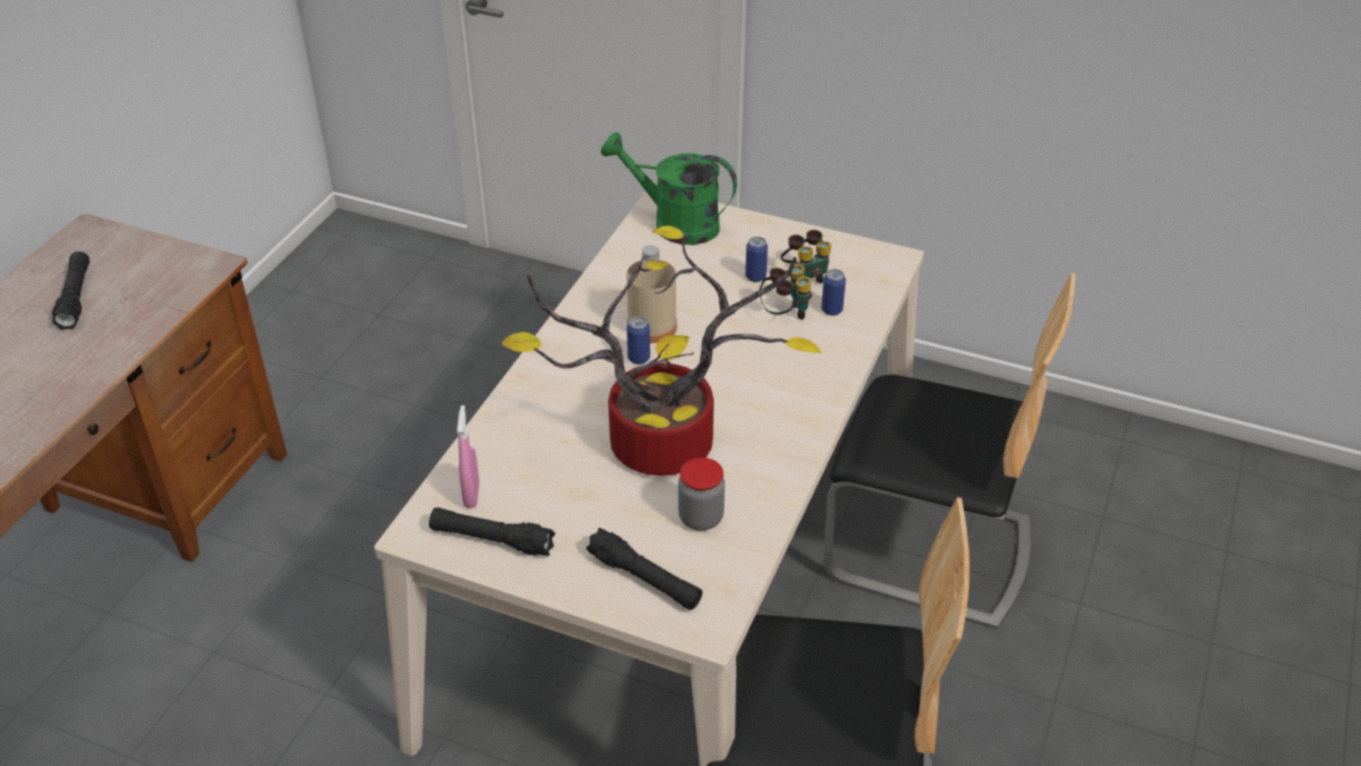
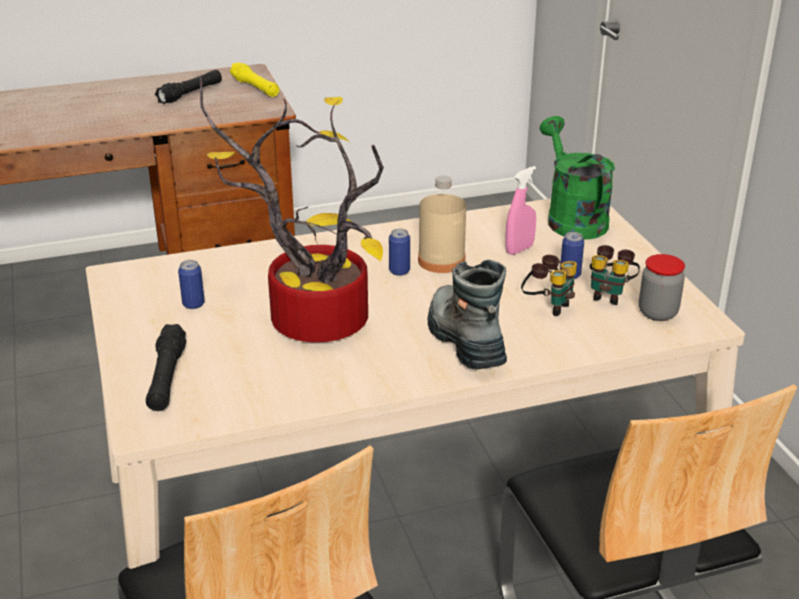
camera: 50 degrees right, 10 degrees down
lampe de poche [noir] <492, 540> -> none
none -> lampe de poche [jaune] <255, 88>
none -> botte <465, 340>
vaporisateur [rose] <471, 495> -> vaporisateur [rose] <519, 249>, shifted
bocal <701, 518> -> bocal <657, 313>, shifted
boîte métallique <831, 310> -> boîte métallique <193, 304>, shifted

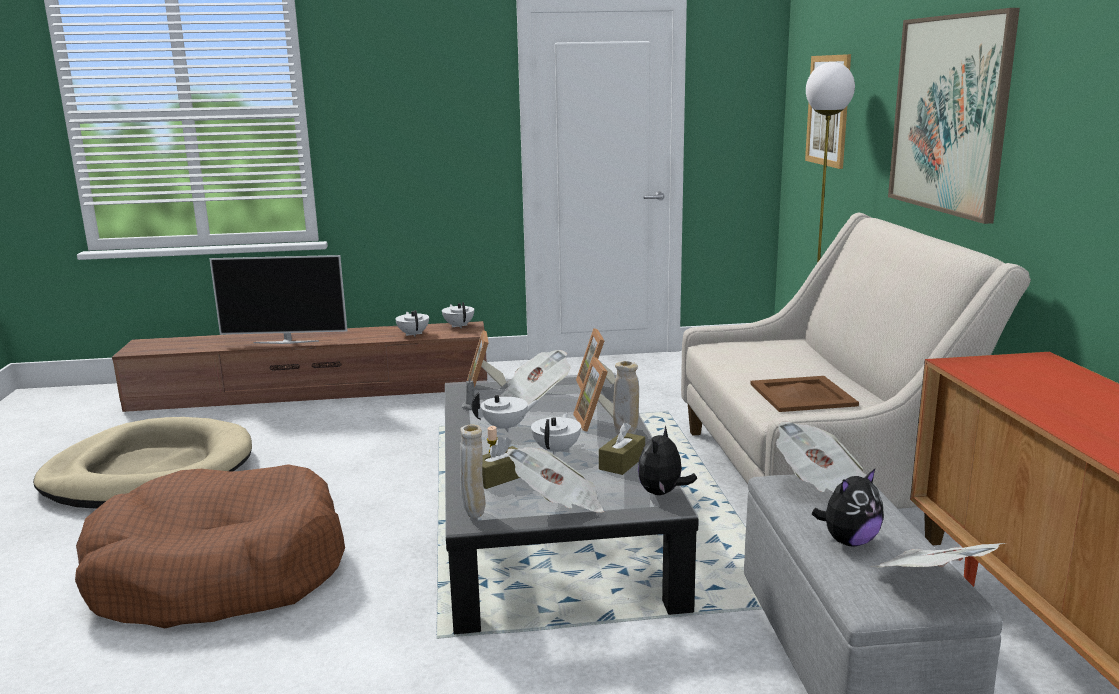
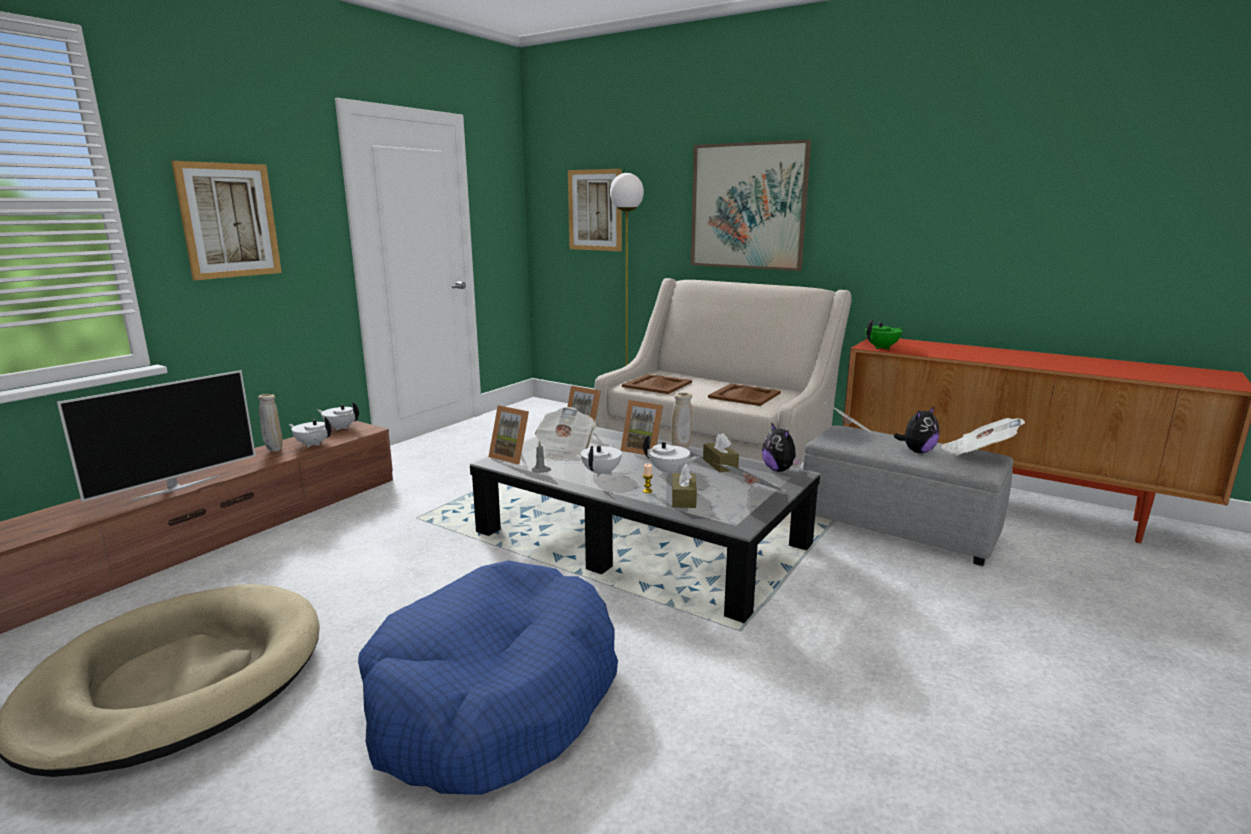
camera: 50 degrees left, 0 degrees up
none -> tableau <229, 220>
none -> plateau [marron] <657, 385>
none -> théière [vert] <882, 347>
vase [beige] <473, 514> -> vase [beige] <274, 450>, shifted
panier pour chien [marron] <219, 573> -> panier pour chien [bleu] <494, 698>
théière [blanc] <557, 450> -> théière [blanc] <669, 472>, 150 degrees clockwise
peluche <849, 541> -> peluche <917, 451>, 45 degrees clockwise

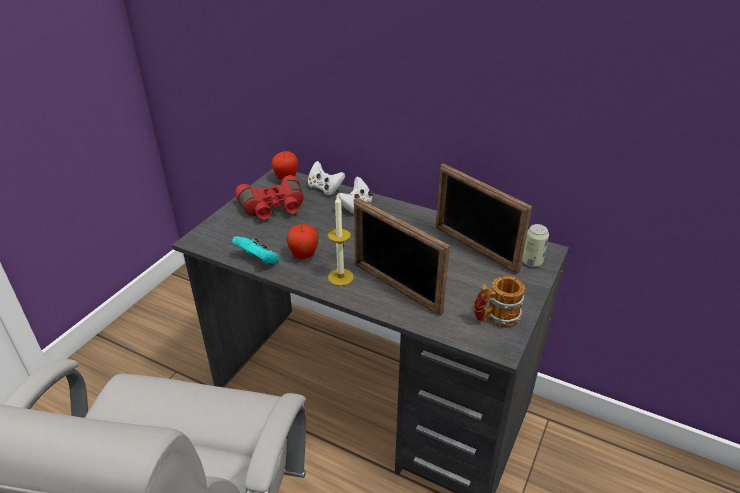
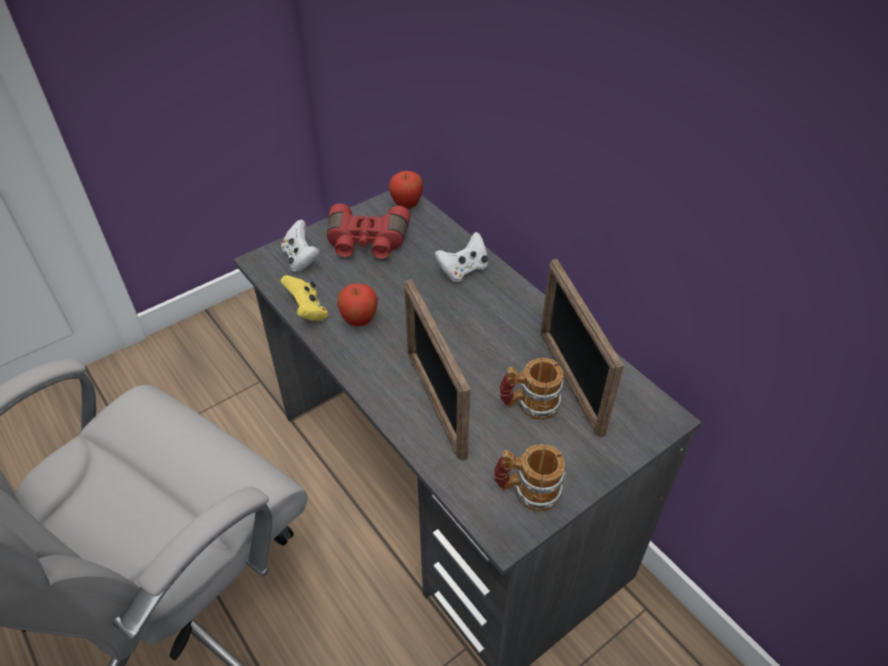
camera: 25 degrees right, 10 degrees up
bougie <340, 277> -> none
boîte métallique <532, 262> -> none
none -> mug <529, 404>
manette [blanc] <325, 188> -> manette [blanc] <301, 259>, shifted
manette [turquoise] <258, 260> -> manette [jaune] <307, 311>

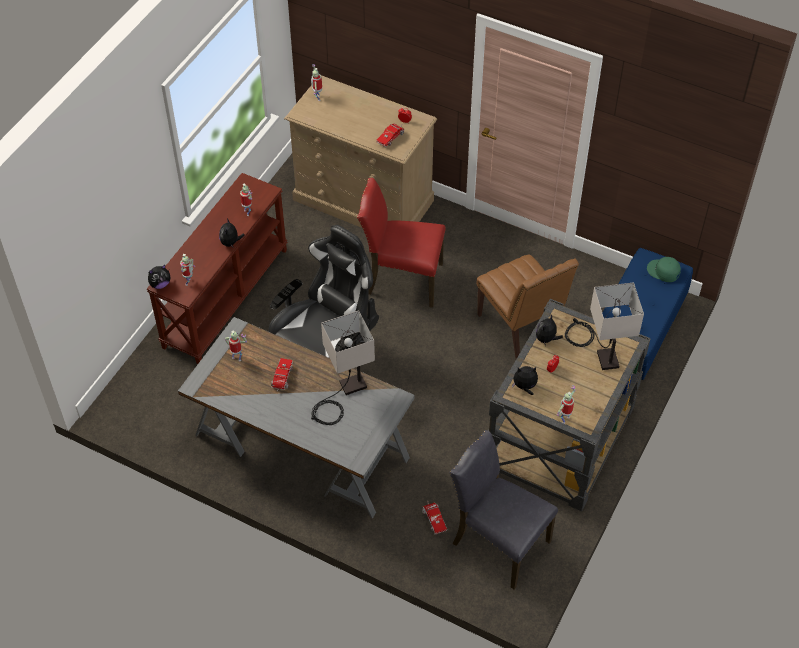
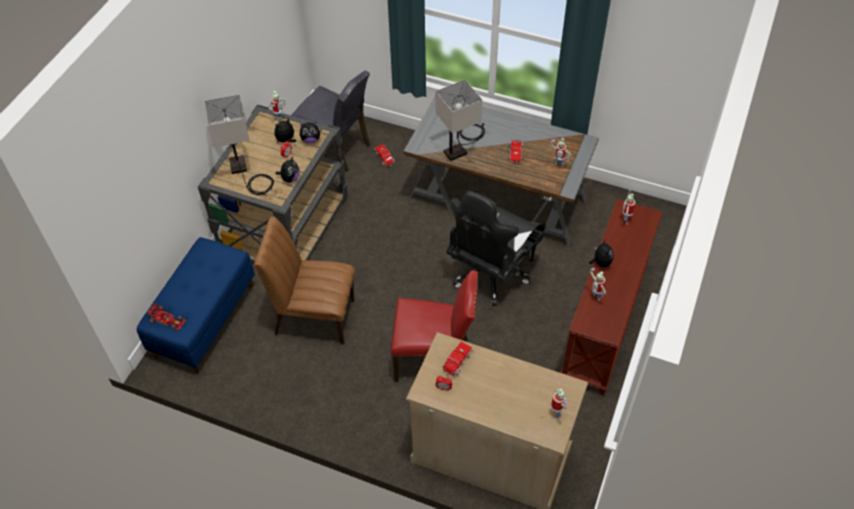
camera: 175 degrees right, 0 degrees up
peluche <160, 284> -> peluche <286, 140>, shifted
casquette [vert] <663, 271> -> petite voiture <167, 319>
chaise [marron] <519, 328> -> chaise [marron] <315, 317>, 45 degrees counterclockwise

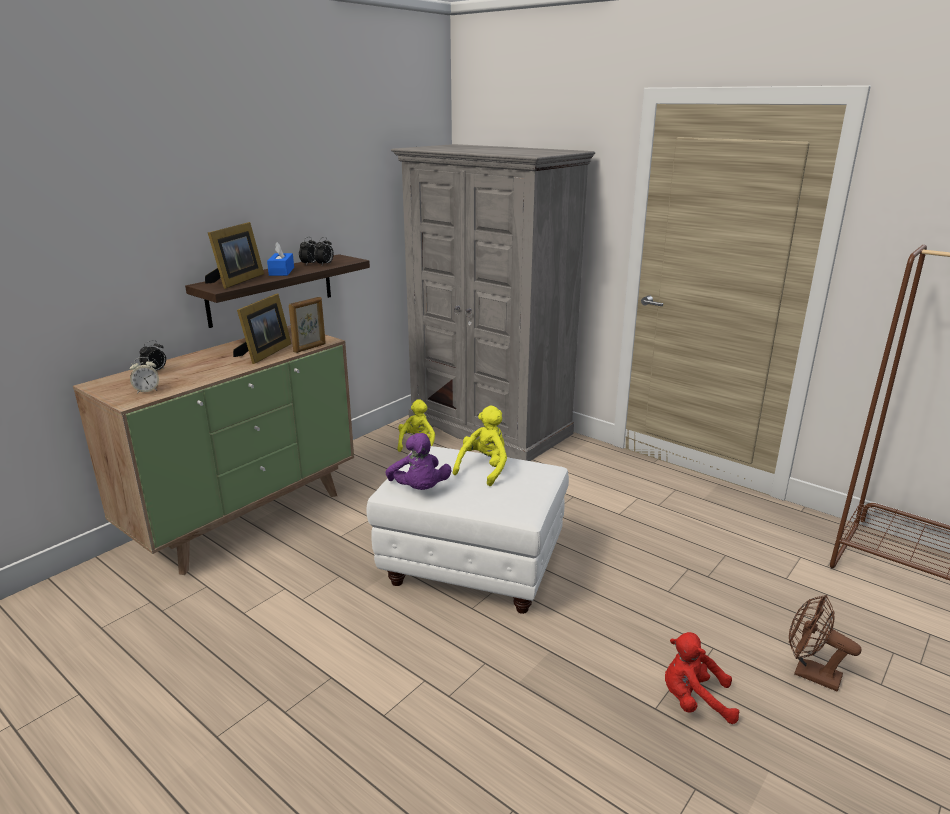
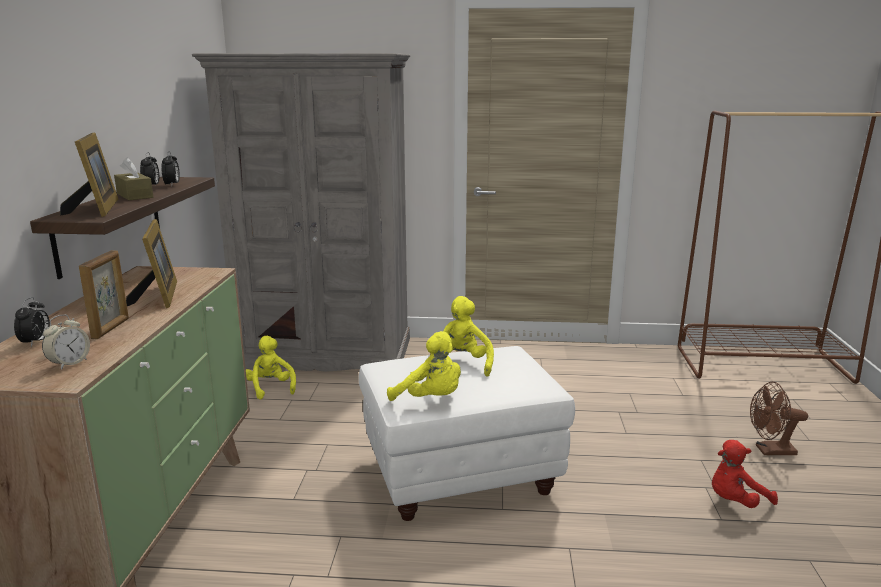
camera: 35 degrees left, 5 degrees down
cadre photo <310, 348> -> cadre photo <111, 328>, shifted
boîte à mouchoirs [bleu] <281, 271> -> boîte à mouchoirs [marron] <134, 195>
peluche [violet] <419, 490> -> peluche [jaune] <431, 399>

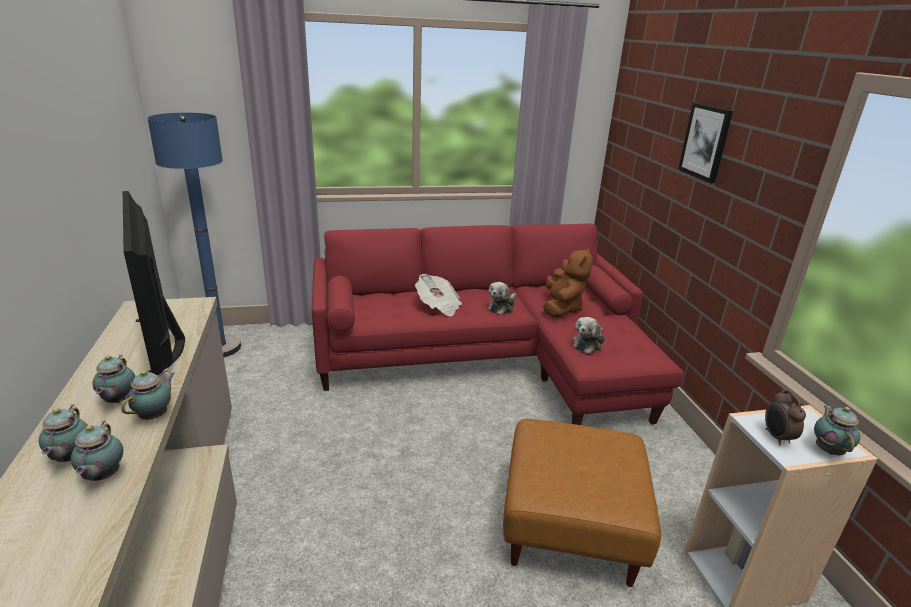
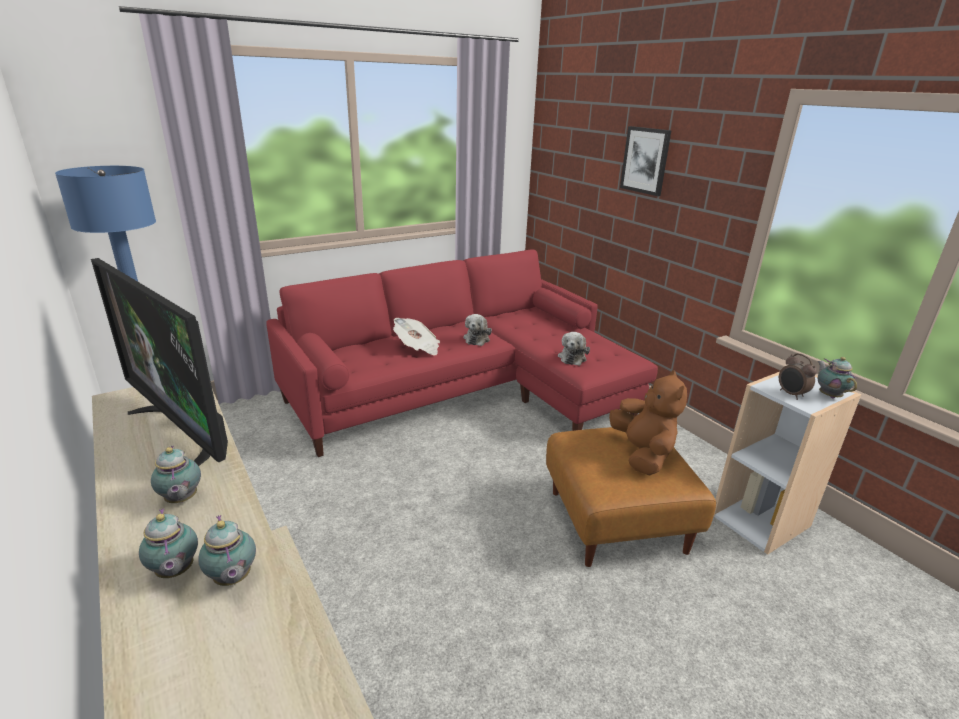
camera: 20 degrees left, 0 degrees up
théière <155, 415> -> none
peluche [marron] <561, 308> -> peluche [marron] <642, 454>, shifted

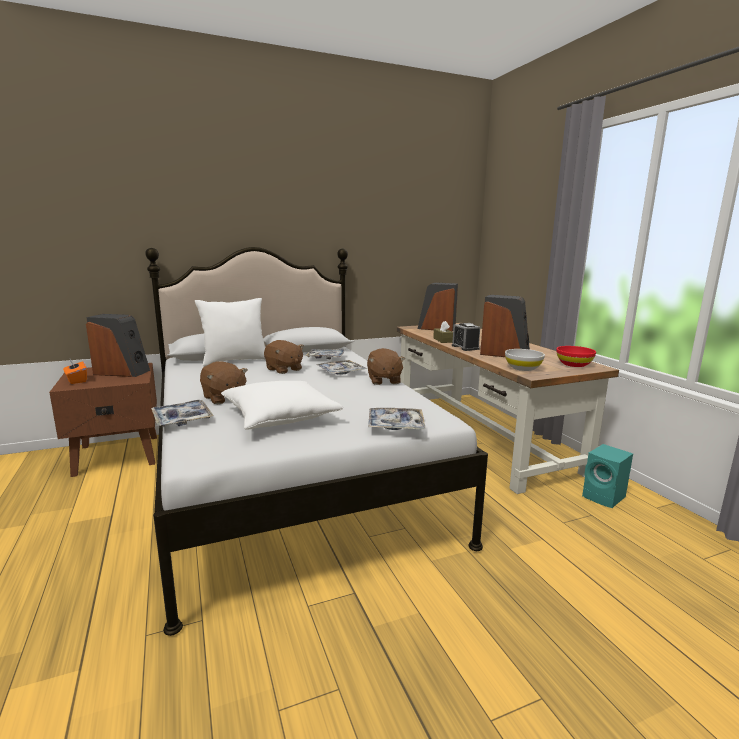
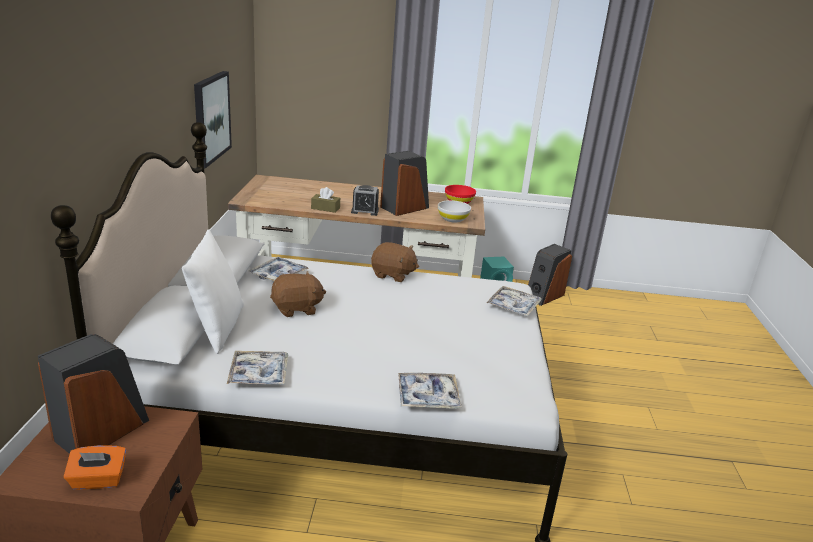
camera: 65 degrees left, 10 degrees up
peluche [marron] <223, 398> -> none
coussin [blanc] <280, 417> -> none
none -> tableau <211, 118>
plateau <341, 372> -> plateau <258, 374>, shifted
enceinte <436, 328> -> enceinte <544, 296>, shifted

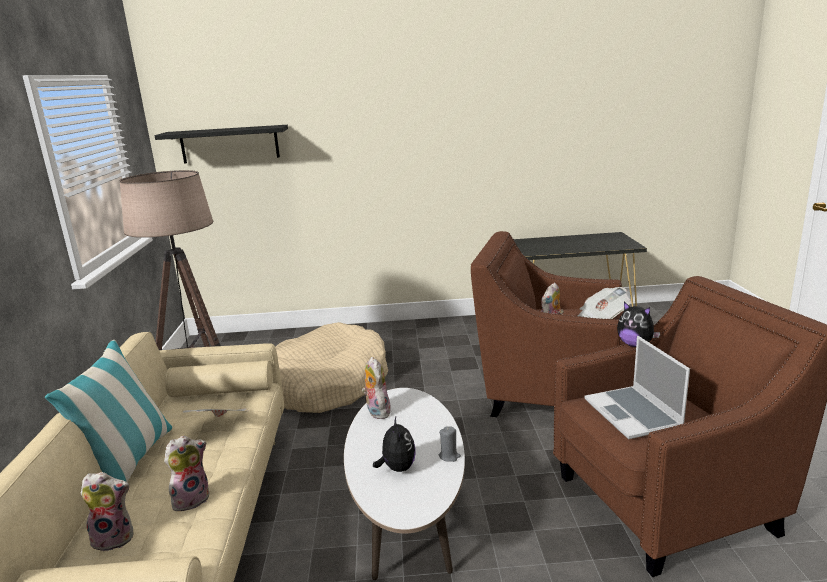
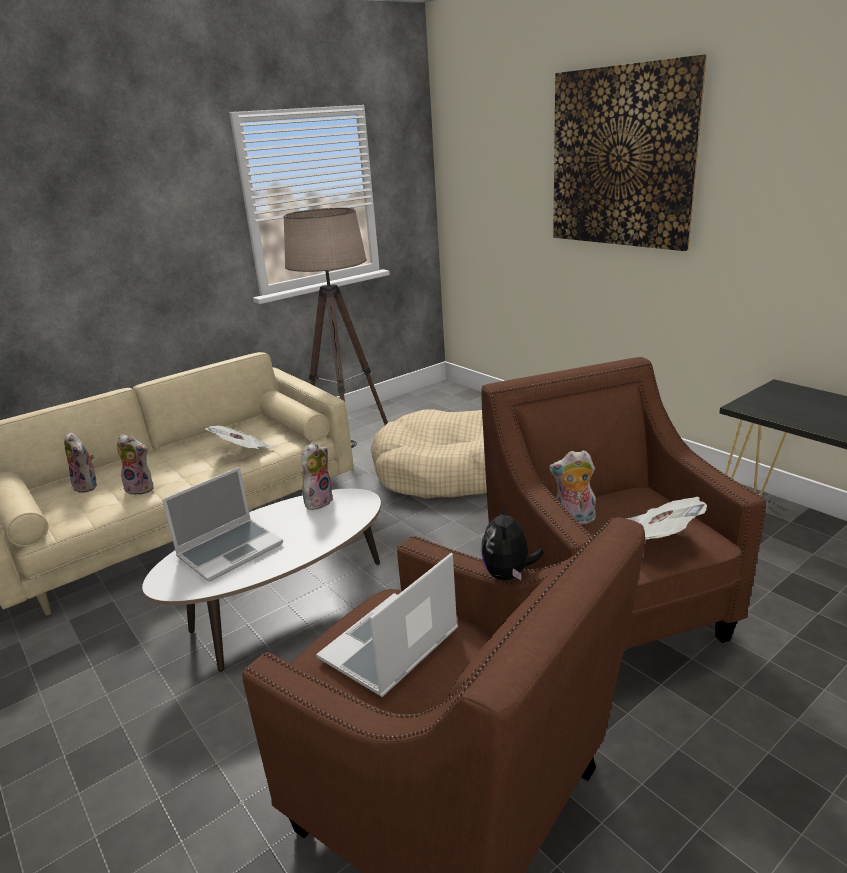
camera: 55 degrees right, 5 degrees up
coussin <130, 460> -> none
étagère [noir] <229, 144> -> none
bougie [gris] <449, 456> -> none
none -> tableau <621, 158>
peluche <397, 468> -> ordinateur portable <230, 550>

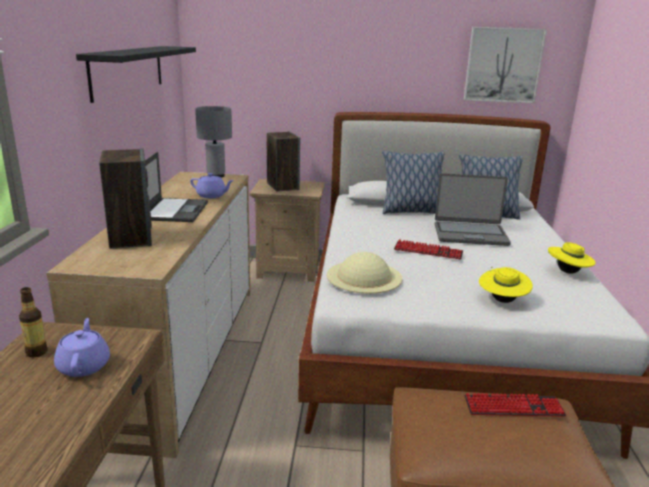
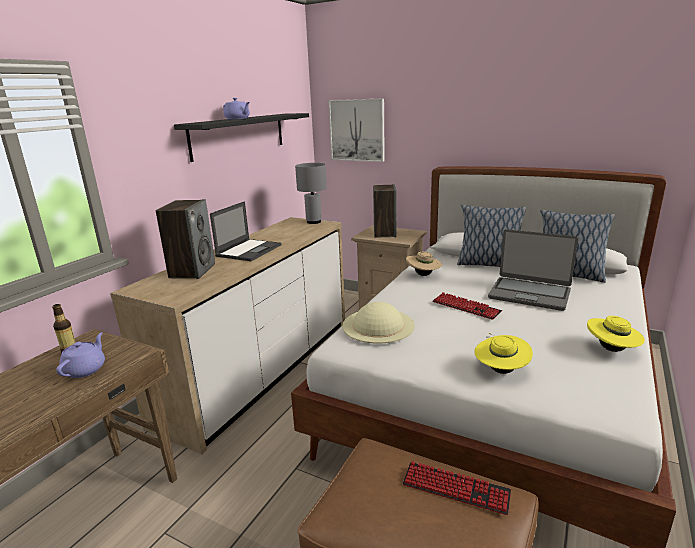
camera: 25 degrees right, 0 degrees up
none -> chapeau [beige] <423, 275>
théière [violet] <212, 196> -> théière [violet] <237, 119>, shifted
tableau <503, 65> -> tableau <357, 130>, shifted

